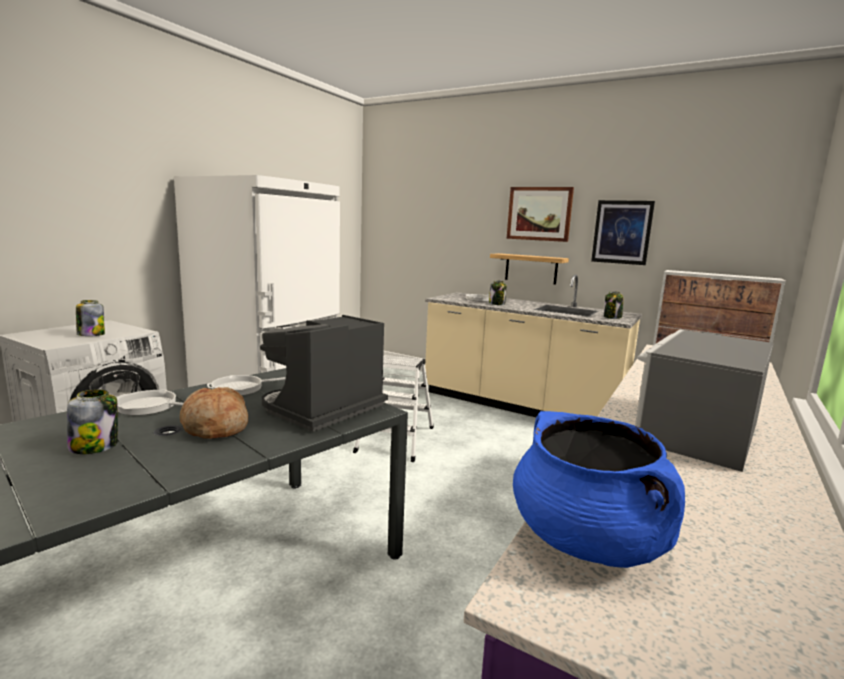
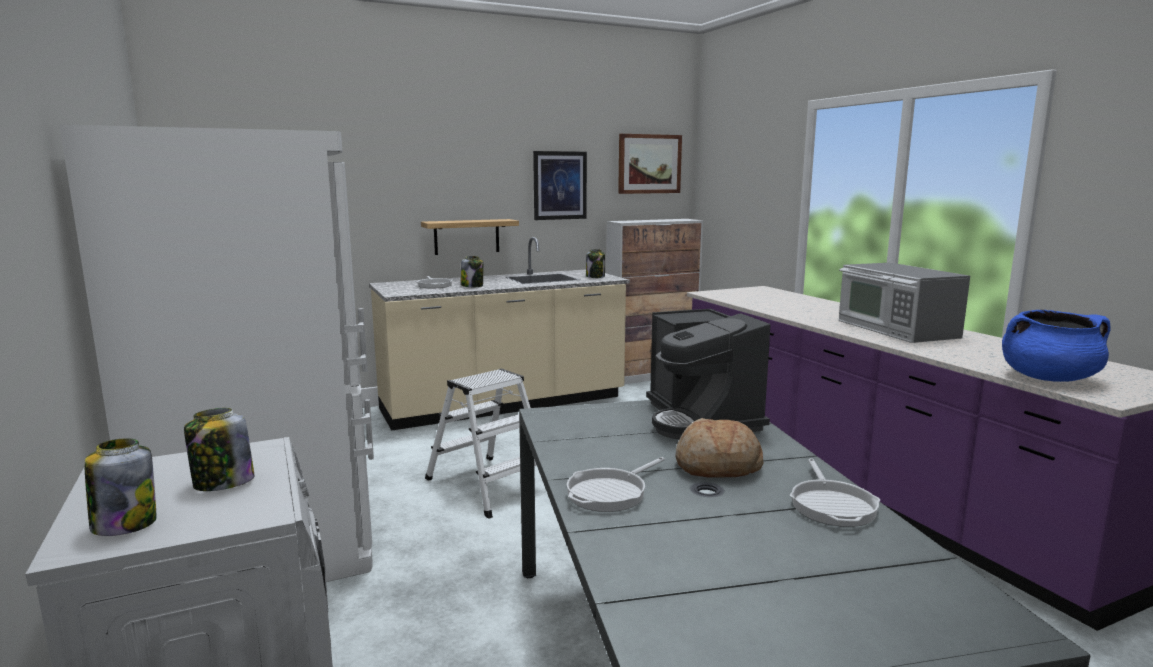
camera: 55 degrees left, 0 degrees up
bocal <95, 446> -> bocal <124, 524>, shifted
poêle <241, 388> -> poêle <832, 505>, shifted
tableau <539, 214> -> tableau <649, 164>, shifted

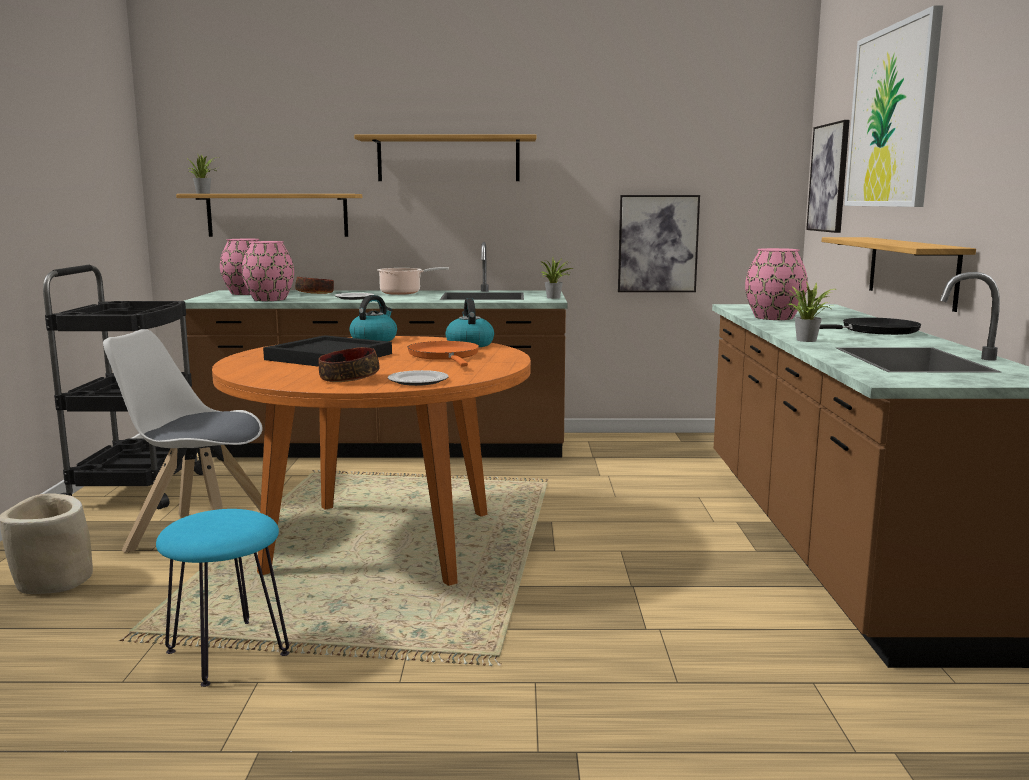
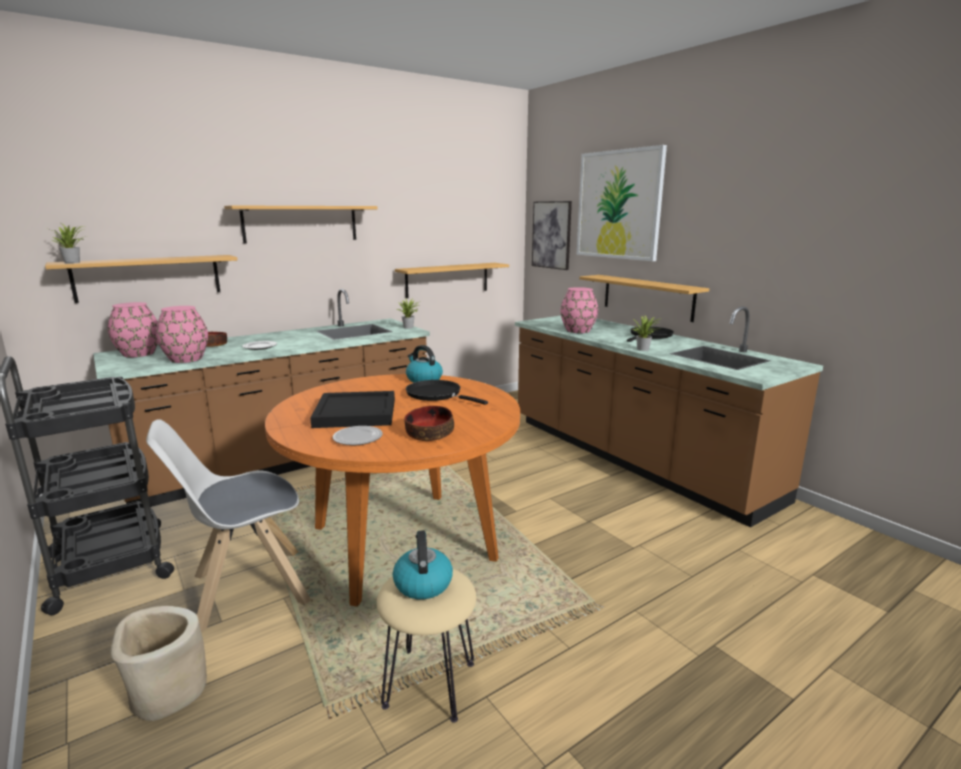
camera: 35 degrees left, 5 degrees up
marmite <403, 293> -> none
bouilloire <374, 339> -> bouilloire <422, 583>, shifted
assiette <418, 381> -> assiette <358, 438>, shifted
tableau <658, 243> -> étagère <447, 279>
tabouret [turquoise] <228, 652> -> tabouret [beige] <429, 684>
poêle [orange] <445, 356> -> poêle [noir] <437, 395>

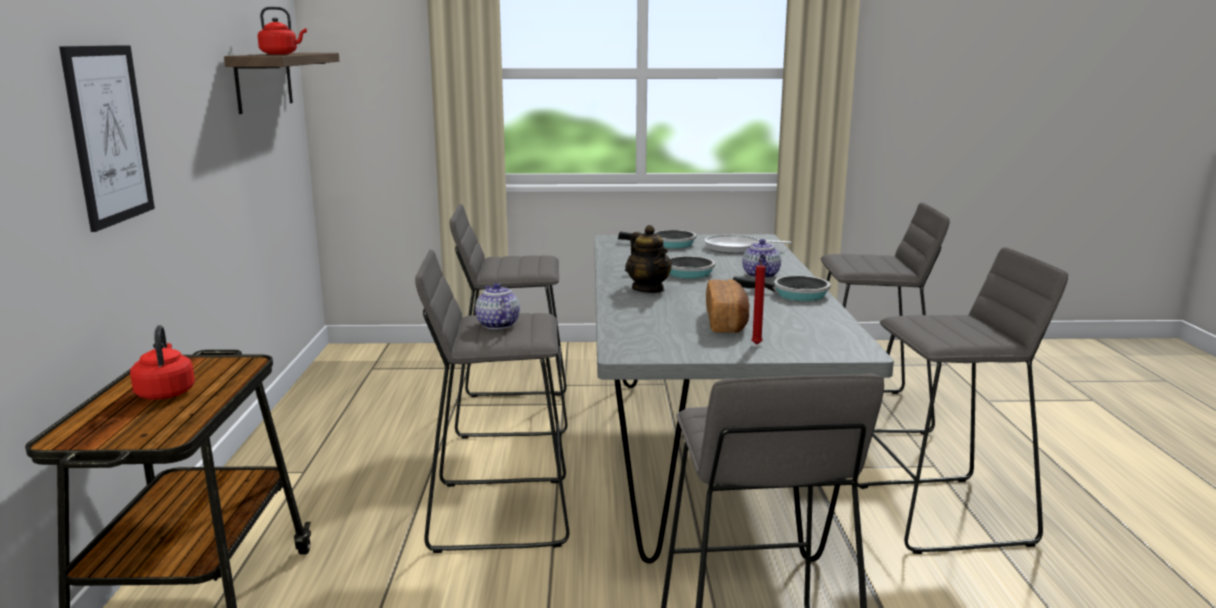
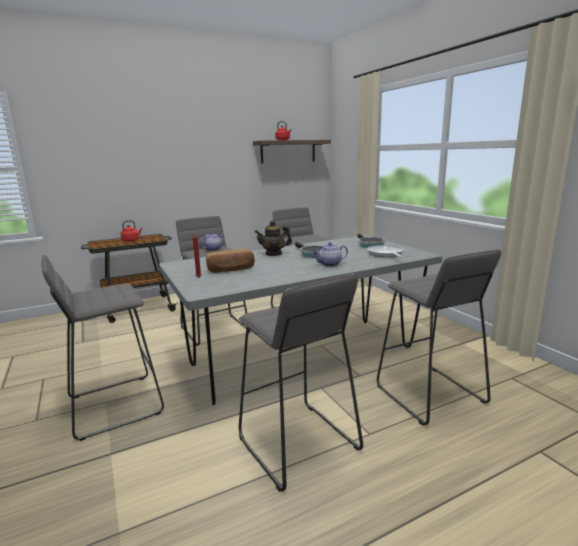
camera: 65 degrees right, 0 degrees up
tableau <109, 135> -> none
poêle <795, 294> -> none
théière <648, 289> -> théière <273, 254>, 45 degrees clockwise

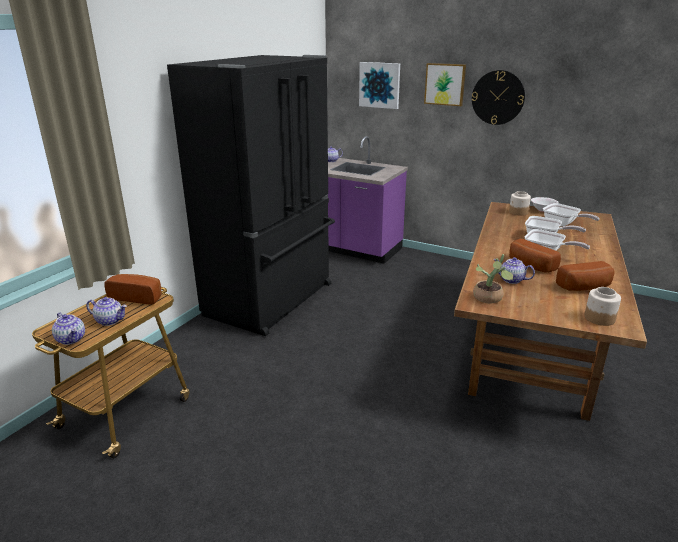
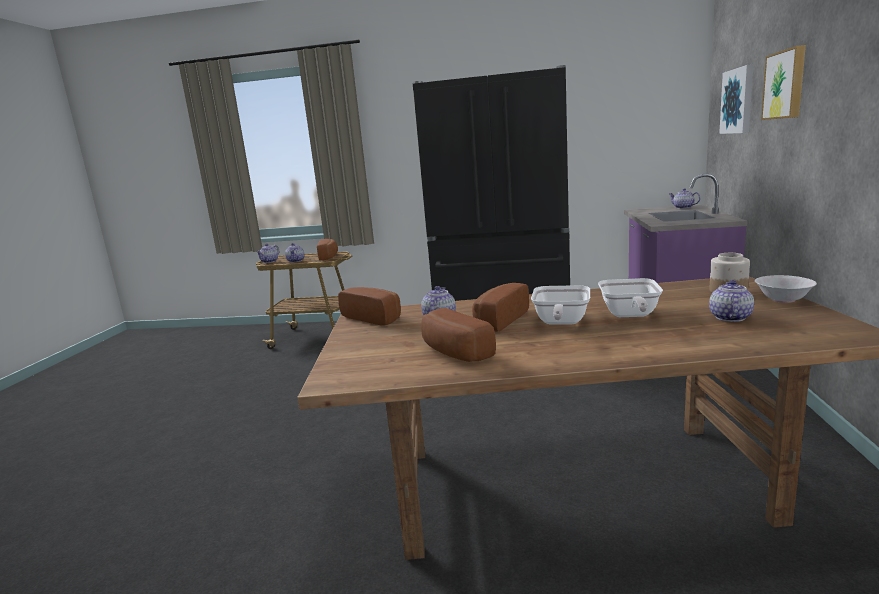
camera: 70 degrees right, 10 degrees down
horloge murale <498, 97> -> none
bocal <599, 318> -> none
plante en pot <489, 299> -> pain <374, 317>
poêle <562, 224> -> théière <729, 317>

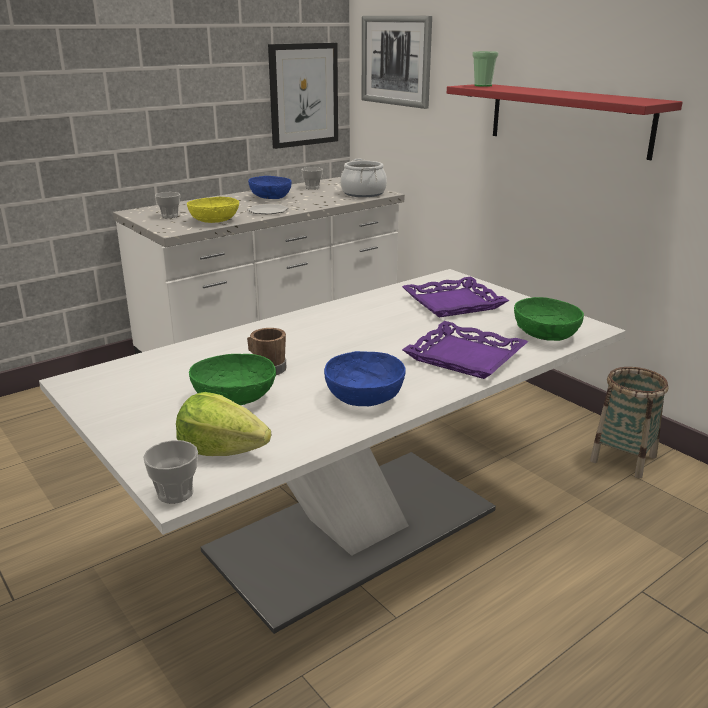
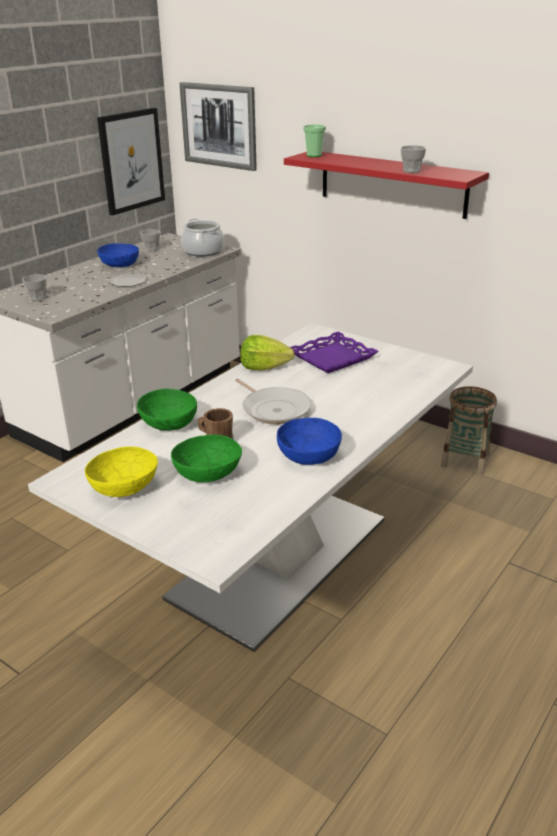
camera: 15 degrees left, 5 degrees up
plateau [violet] <465, 357> -> none
none -> poêle <274, 409>
tasse <175, 493> -> tasse <411, 171>, shifted
laitue <221, 450> -> laitue <264, 367>, shifted
bol [jaune] <214, 221> -> bol [jaune] <124, 487>, shifted
bol [vert] <545, 335> -> bol [vert] <169, 423>, shifted

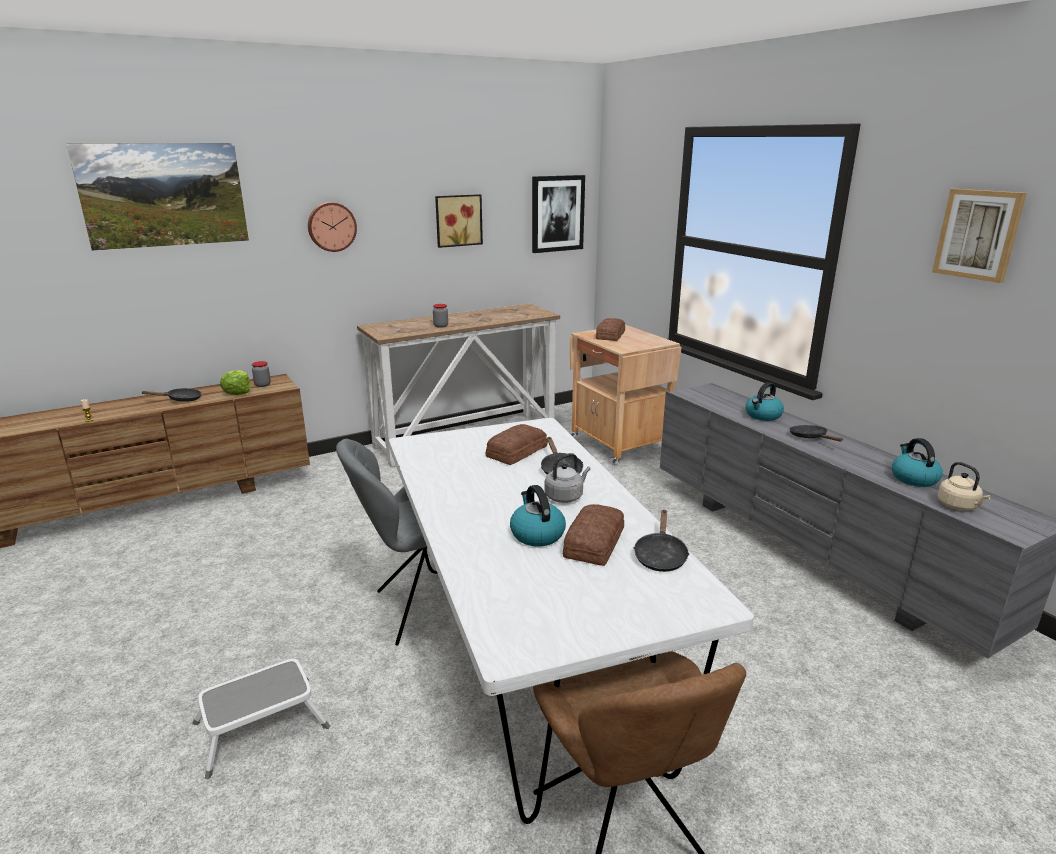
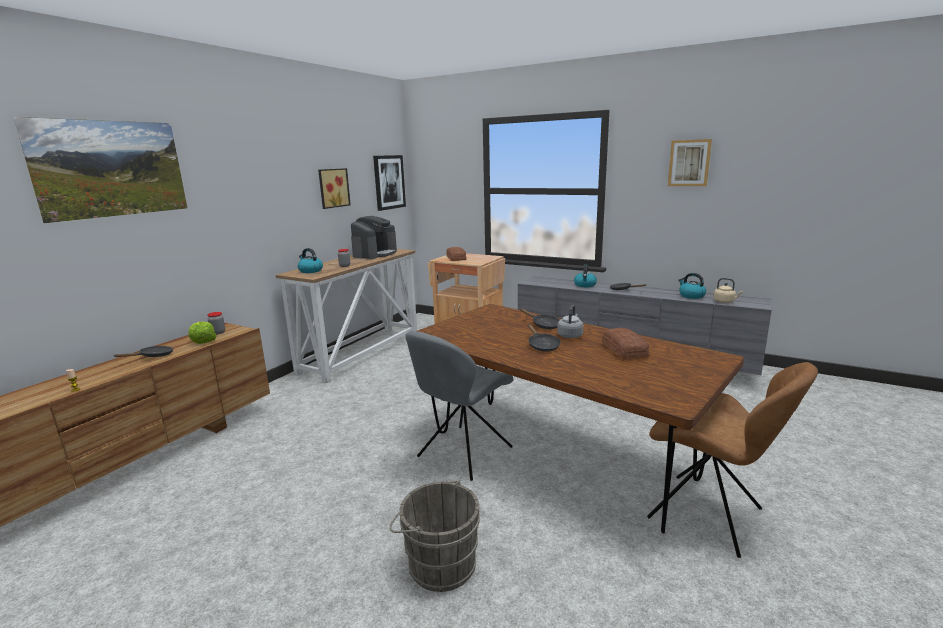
camera: 30 degrees left, 5 degrees down
horloge murale <331, 226> -> none
pain <515, 451> -> none
none -> machine à café <375, 254>
bouilloire <536, 534> -> bouilloire <310, 271>, shifted
poêle [noir] <660, 556> -> poêle [noir] <542, 345>, shifted
escabeau [gris] <261, 725> -> seau [gris] <438, 564>
table à manger [blanc] <527, 655> -> table à manger [marron] <556, 454>

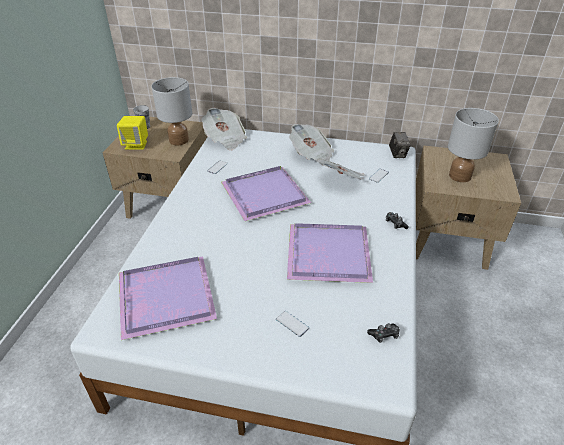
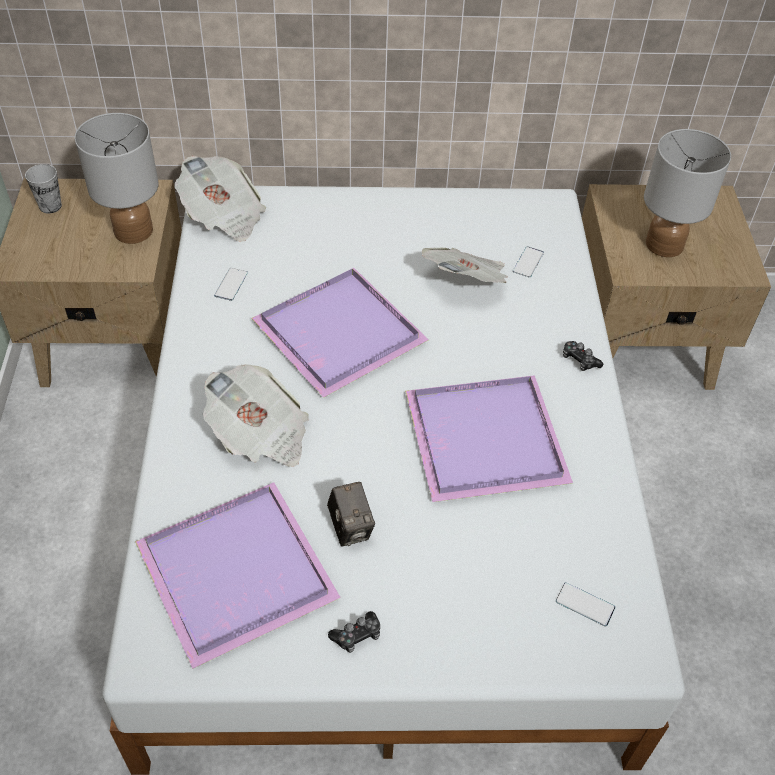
camera: 15 degrees left, 10 degrees up
enceinte [jaune] <136, 145> -> none
téléphone <292, 324> -> téléphone <585, 604>, shifted
journal <311, 155> -> journal <260, 434>, shifted
manette <384, 335> -> manette <357, 636>, shifted
appareil photo <397, 154> -> appareil photo <350, 527>, shifted

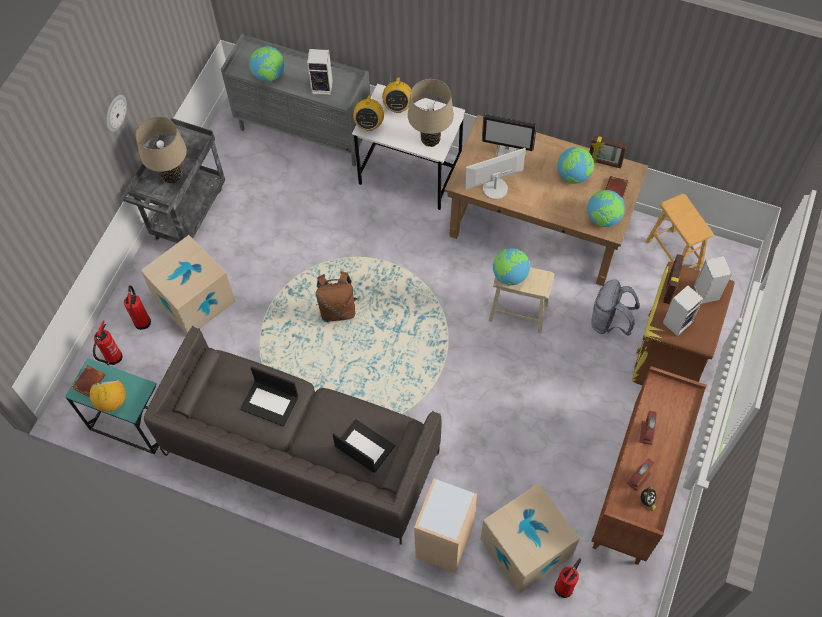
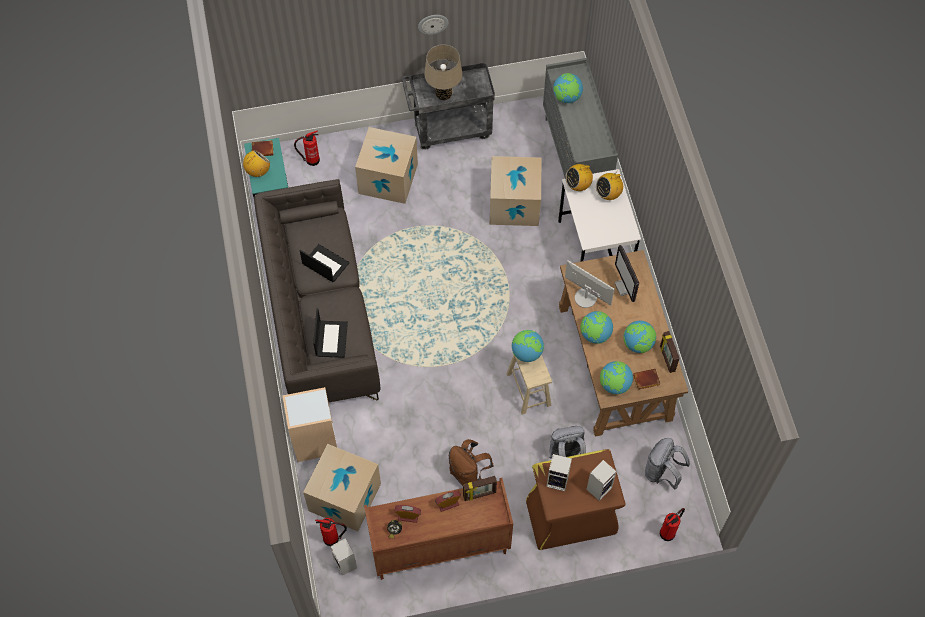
camera: 55 degrees right, 0 degrees up
lampe de table [beige] <430, 139> -> none
none -> carton <514, 204>
none -> globe <595, 334>
extincteur <142, 320> -> extincteur <668, 532>, shifted
enceinte <323, 87> -> enceinte <346, 564>, shifted
sac à dos [marron] <337, 309> -> sac à dos [marron] <468, 473>, shifted
cadre photo <670, 288> -> cadre photo <479, 495>, shifted
tabouret [marron] <673, 254> -> sac à dos [gris] <662, 472>
ordinateur portable <270, 402> -> ordinateur portable <325, 263>, 135 degrees clockwise

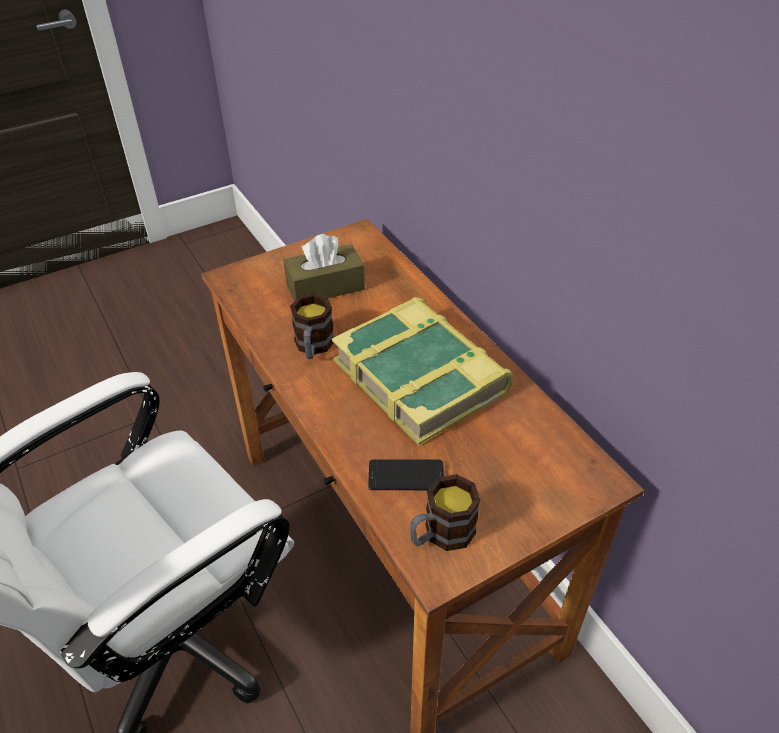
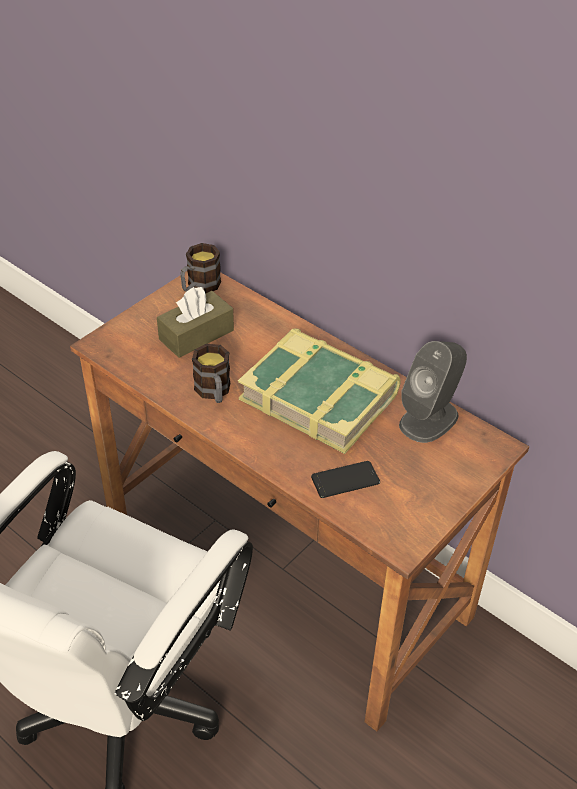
camera: 20 degrees left, 0 degrees up
none -> enceinte [gris] <429, 419>
mug <441, 534> -> mug <199, 286>, shifted

